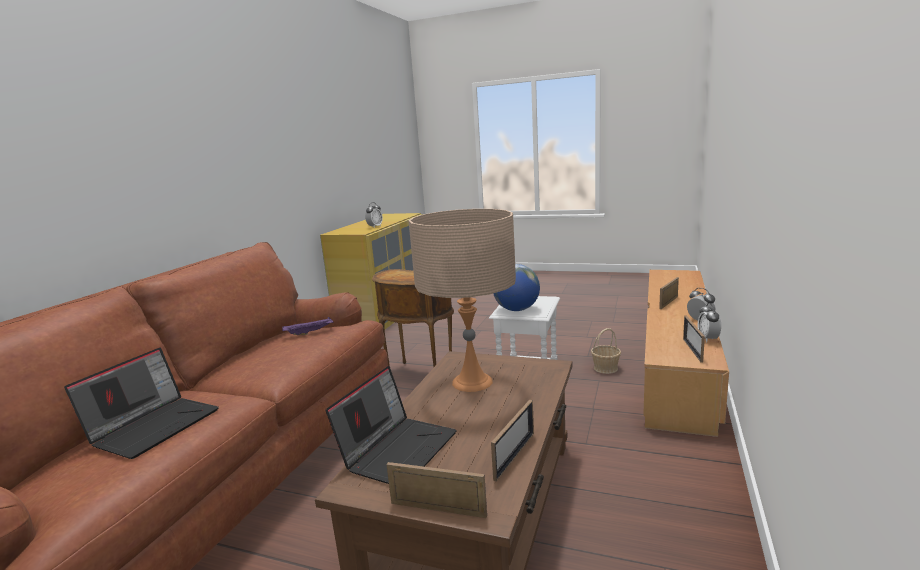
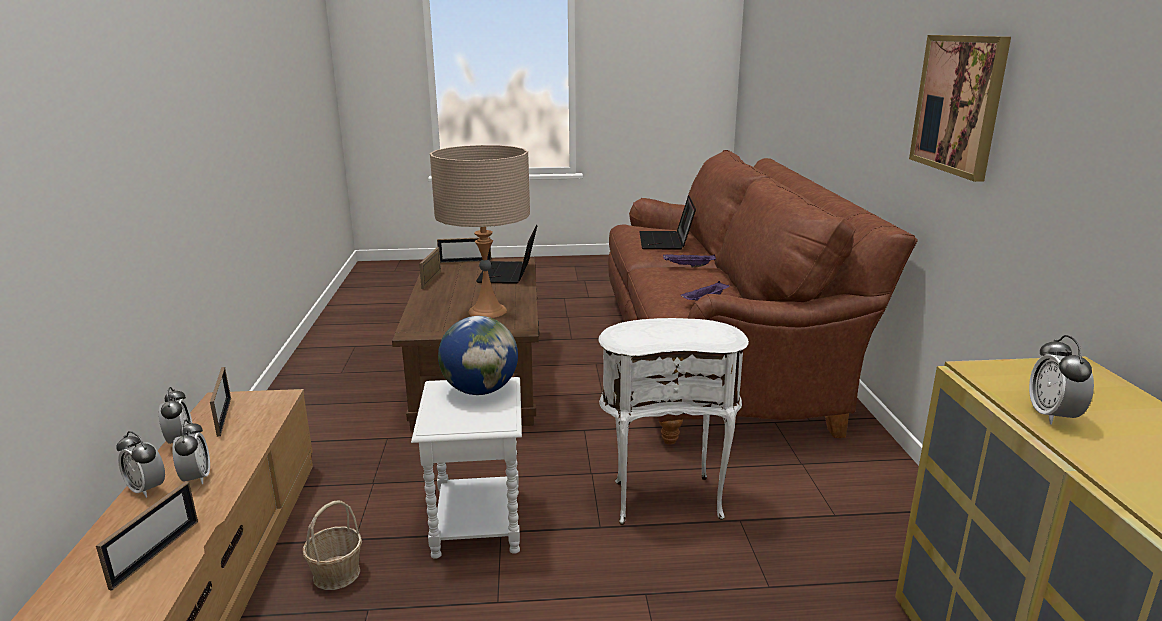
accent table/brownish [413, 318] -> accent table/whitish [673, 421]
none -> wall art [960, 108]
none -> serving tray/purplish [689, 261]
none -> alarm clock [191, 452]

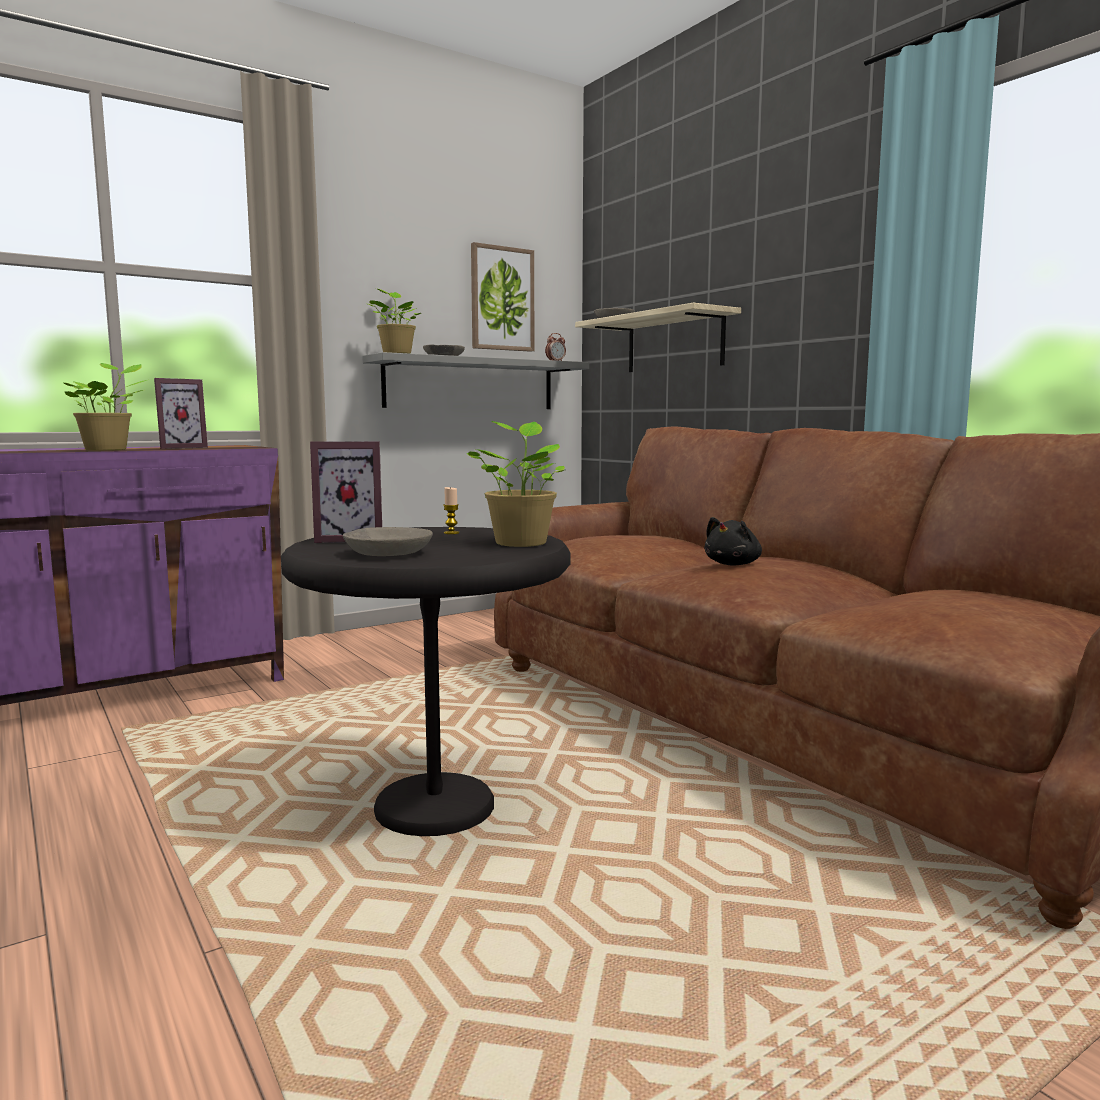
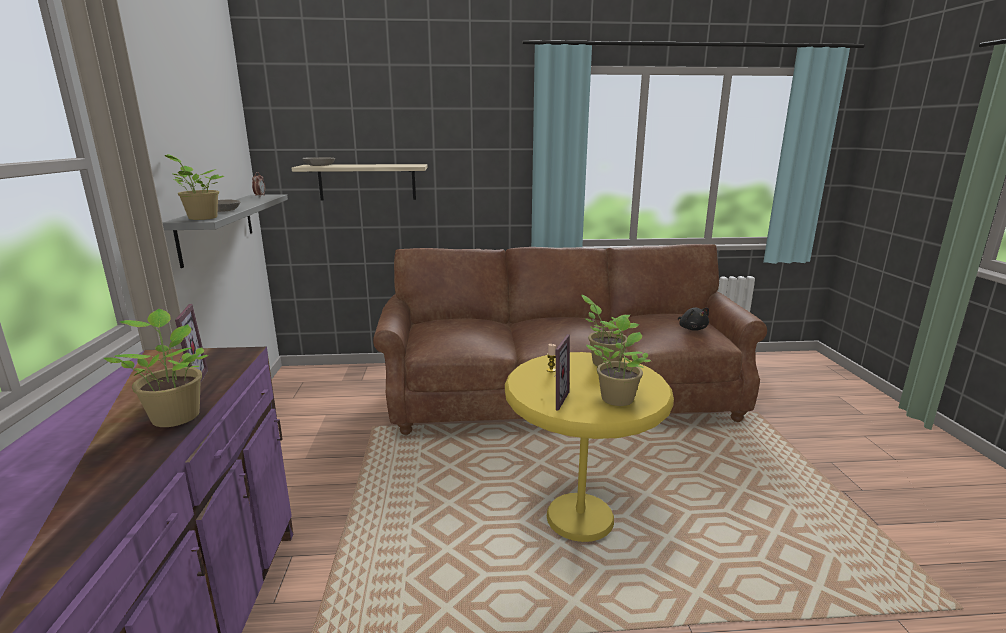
wall art [502, 297] -> none
cuddly toy/blackish [733, 541] -> cuddly toy/blackish [693, 319], moved
accent table/blackish [426, 681] -> accent table/yellowish [589, 447]
deep dish/greyish [388, 541] -> houseplant [618, 361]

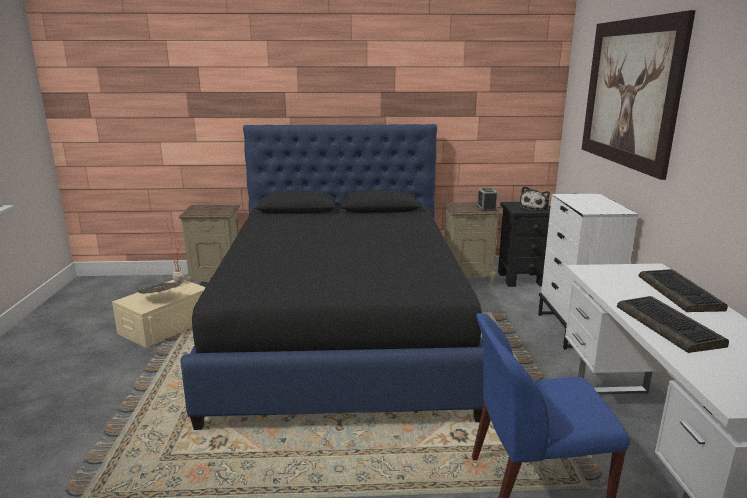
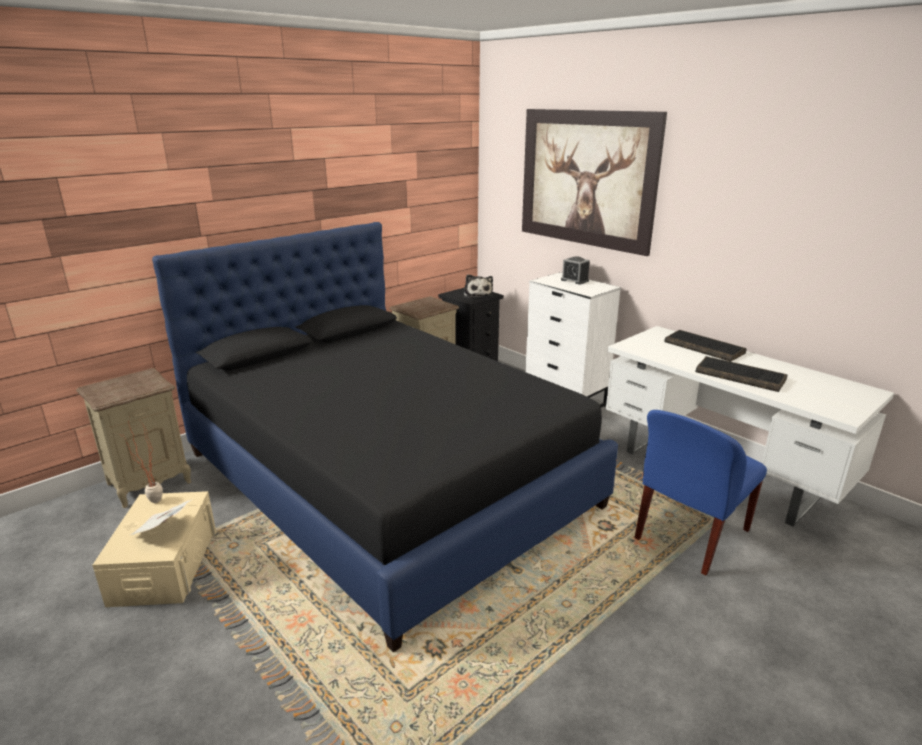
alarm clock [487, 199] -> alarm clock [575, 271], moved

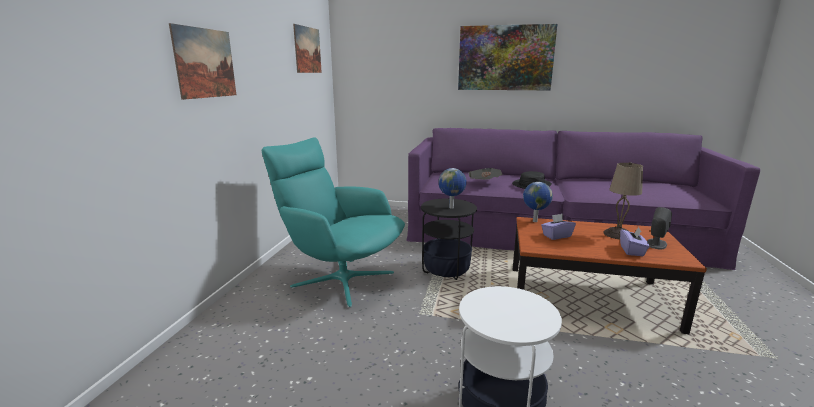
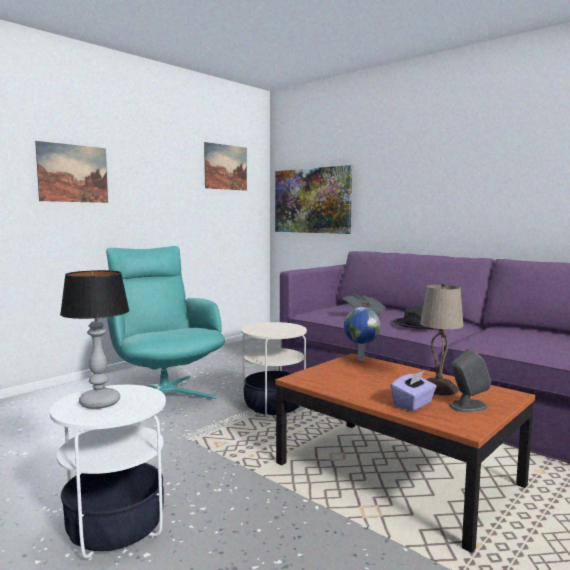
wall art [507, 57] -> wall art [313, 199], moved
globe [452, 188] -> none
accent table/blackish [449, 239] -> accent table/sand-coloured [274, 370]
tissue holder/purplish [558, 227] -> none
none -> table lamp [95, 339]

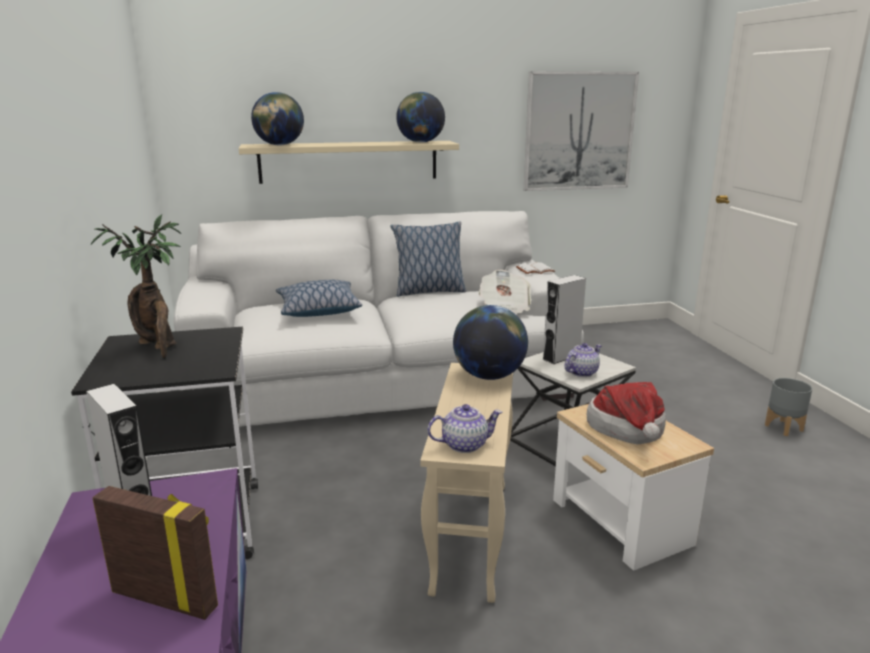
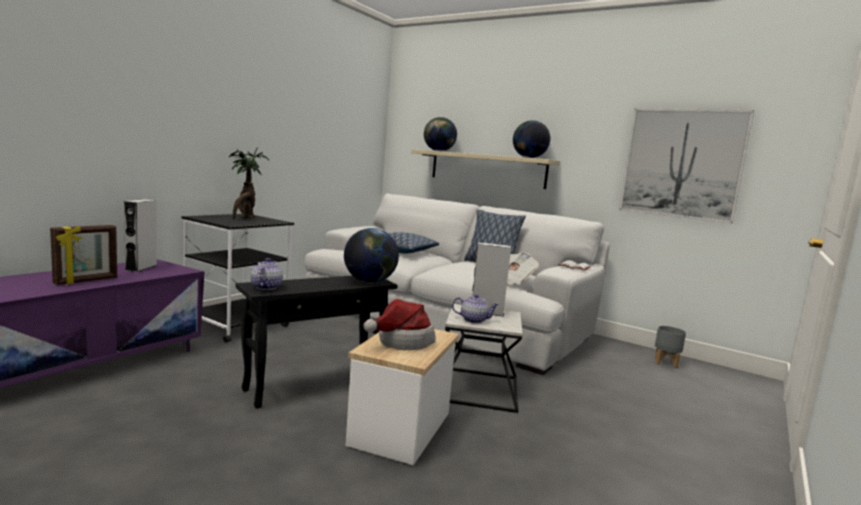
accent table/sand-coloured [466, 483] -> accent table/blackish [316, 342]
flower pot/greyish [789, 407] -> flower pot/greyish [670, 347], moved
tea pot [464, 428] -> tea pot [267, 274], 120 degrees counterclockwise
standing frame [155, 553] -> standing frame [83, 255], 60 degrees clockwise

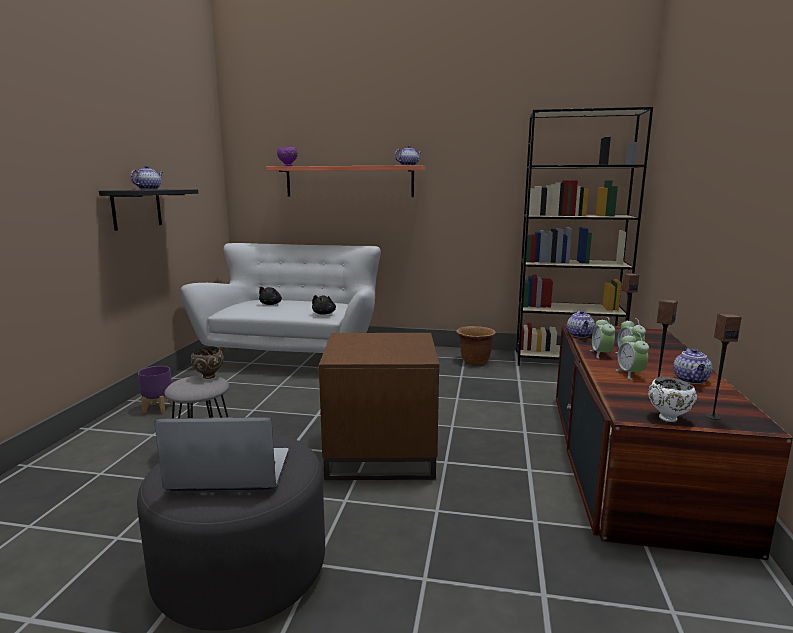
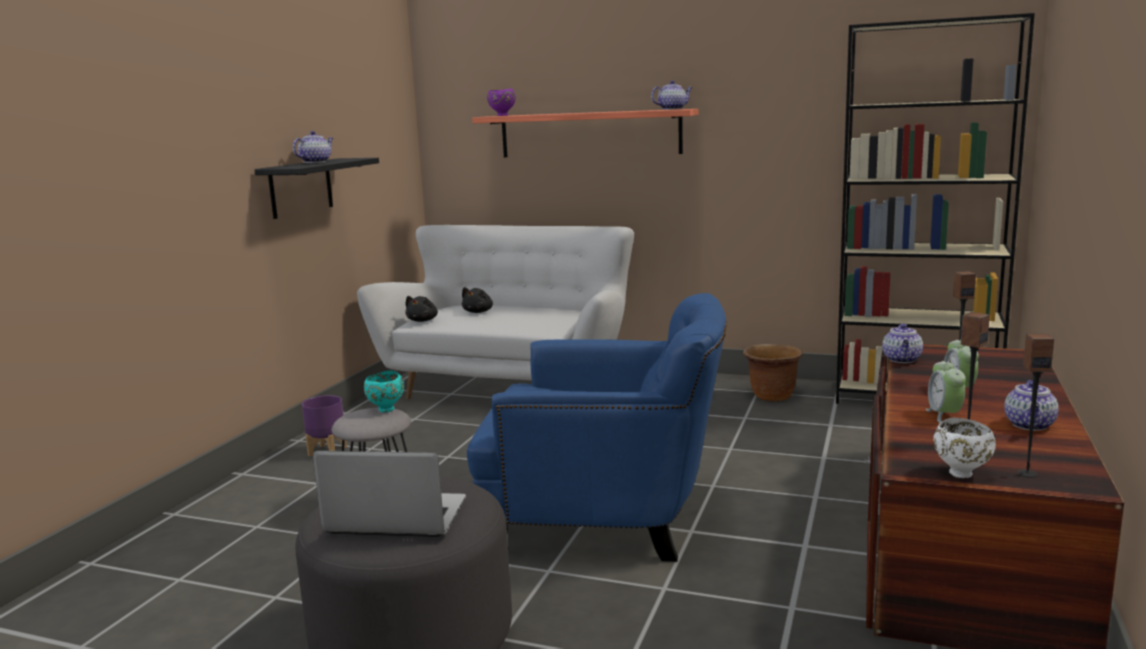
cuddly toy/blackish [324, 305] -> cuddly toy/blackish [422, 309], moved
alarm clock [602, 338] -> none
accent table/brownish [378, 406] -> lounge chair/bluish [597, 427]
deep dish/brownish [207, 362] -> deep dish/blue-green [384, 391]

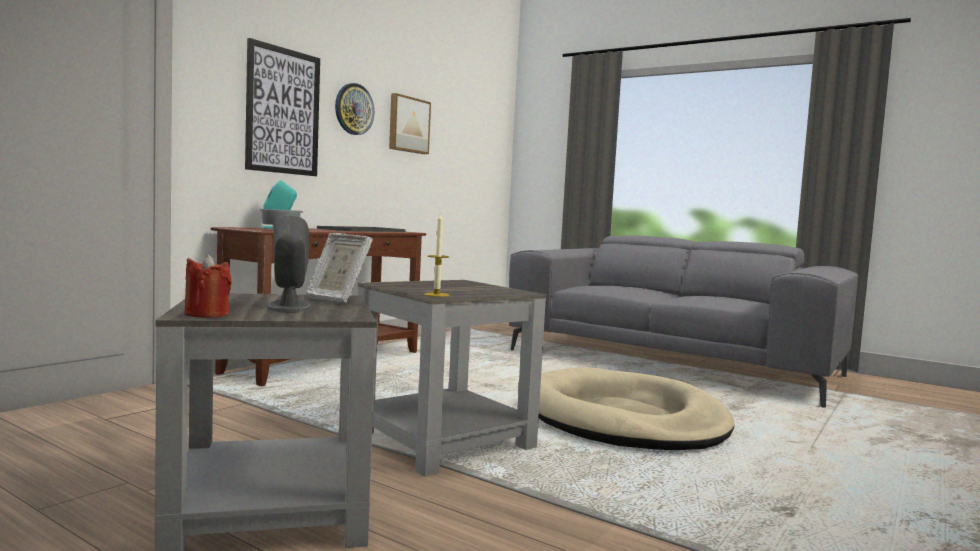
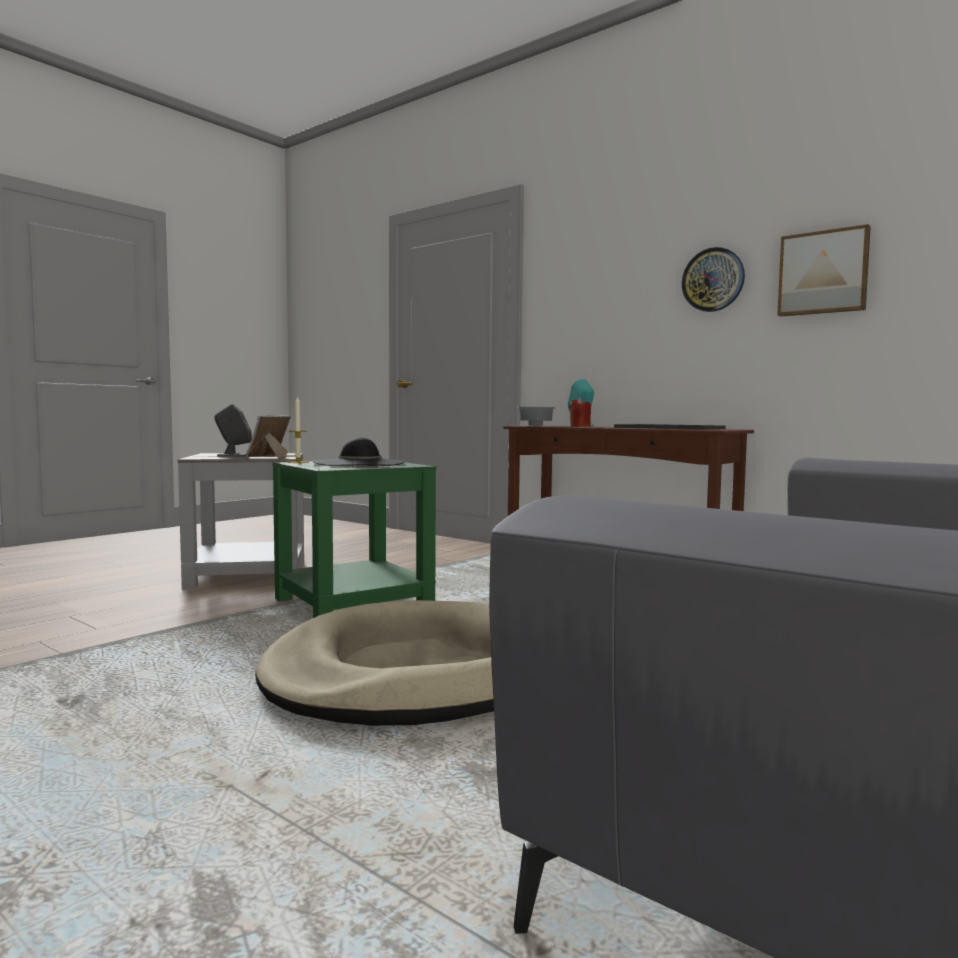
wall art [282, 107] -> none
wax light/red [208, 286] -> wax light/red [580, 412], moved
accent table/greyish [452, 378] -> accent table/greenish [354, 539]
none -> wearable hat/blackish [359, 451]

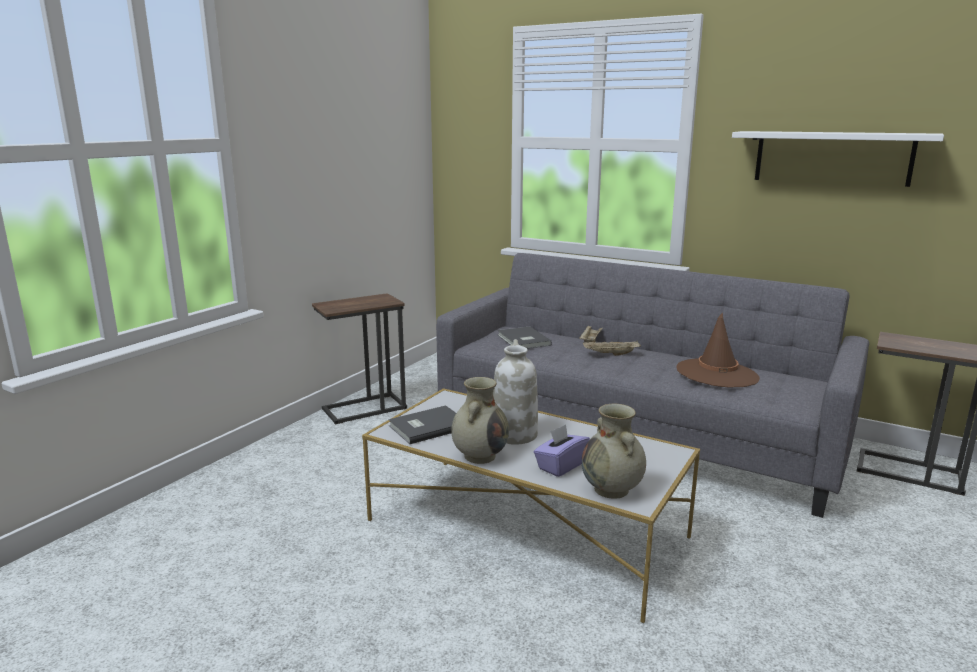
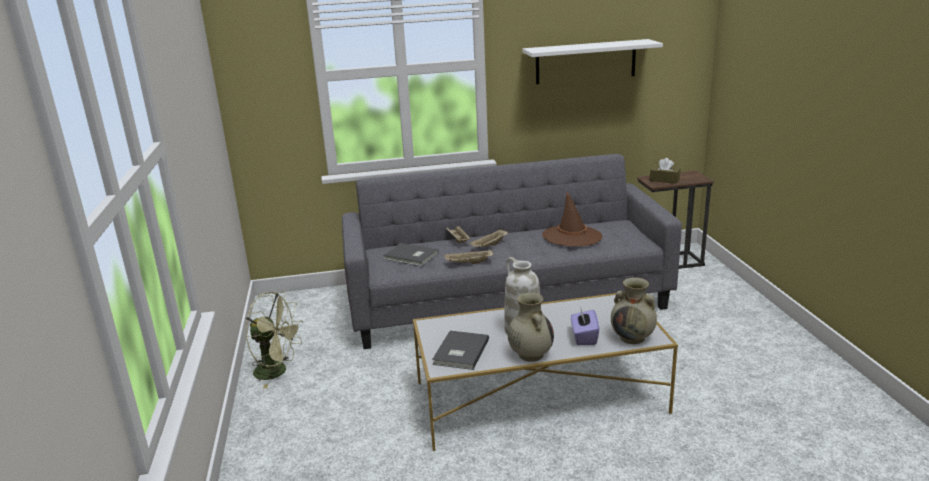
accent table/brownish [359, 359] -> cooling fan/greenish [274, 340]
none -> tissue holder/brownish [665, 171]
none -> serving tray/sand-coloured [469, 256]

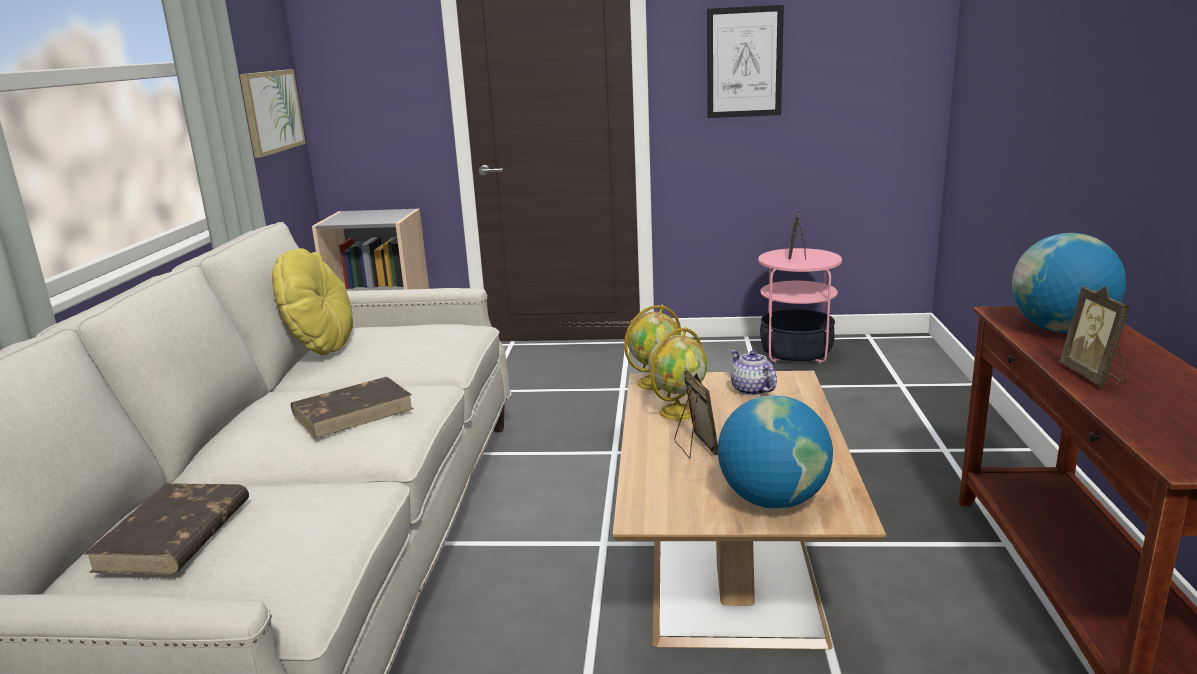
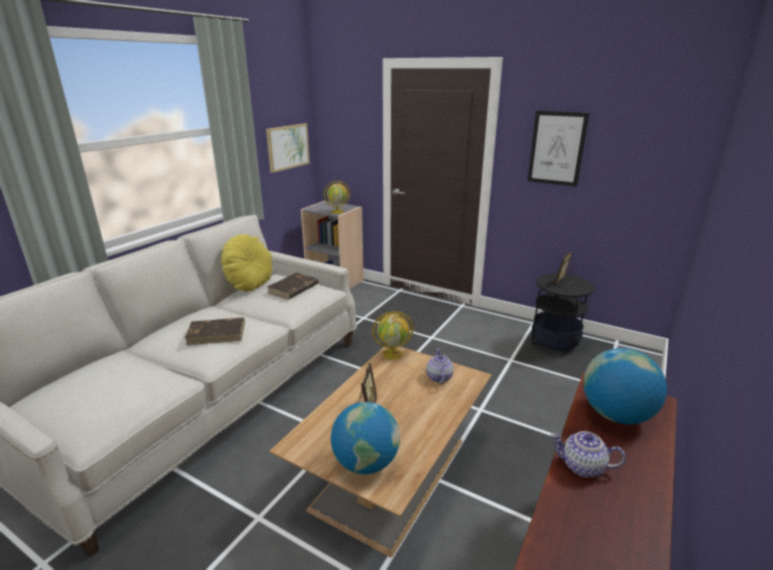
accent table/pink-coloured [800, 305] -> accent table/blackish [563, 313]
standing frame [1095, 336] -> tea pot [588, 454]
globe [677, 374] -> globe [337, 197], moved
bound book/brownish [166, 529] -> bound book/brownish [293, 286], moved

